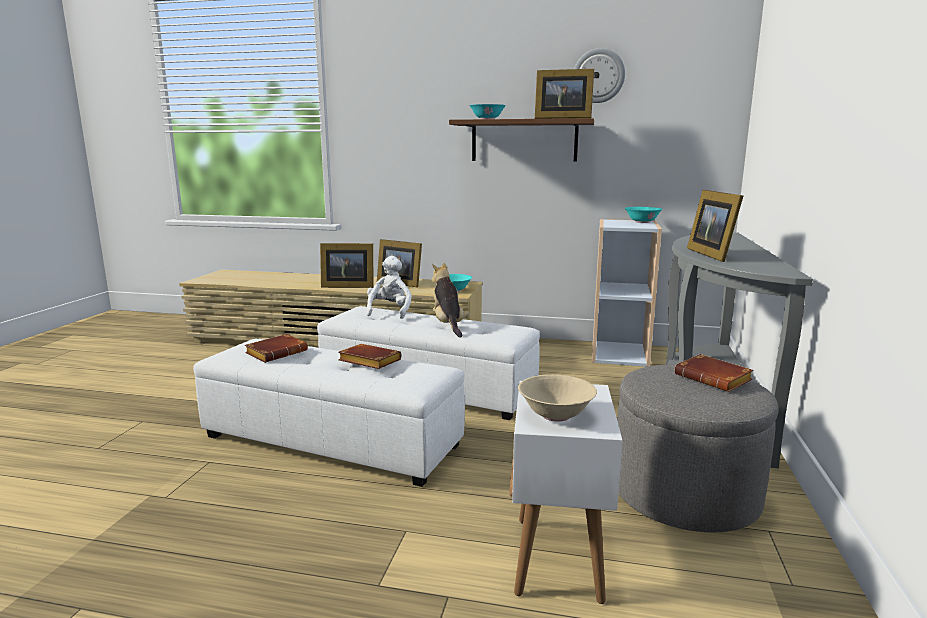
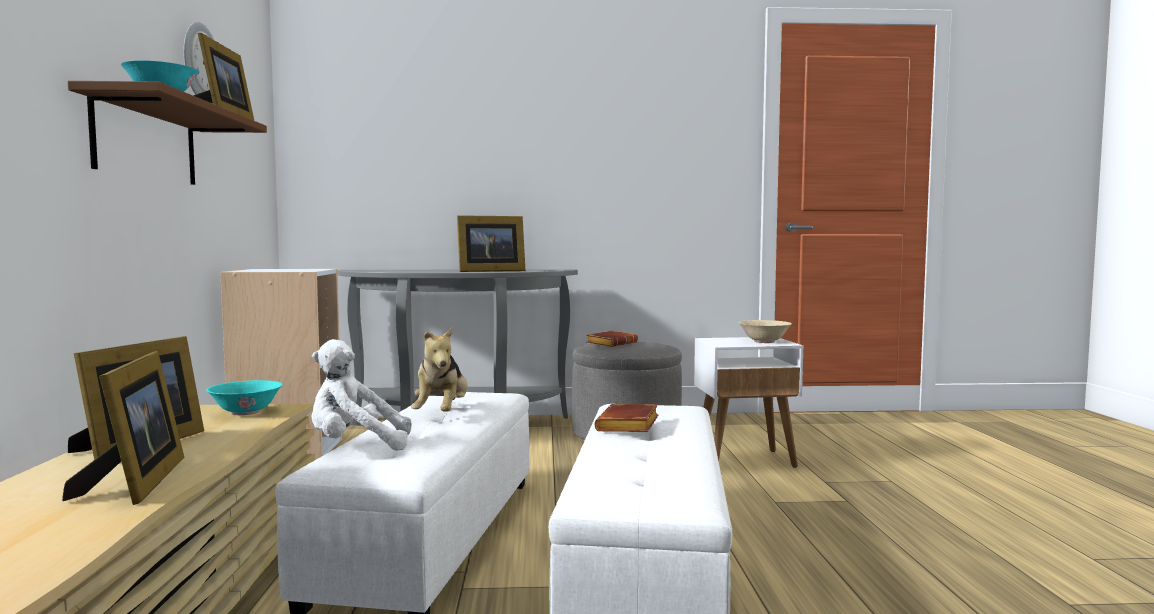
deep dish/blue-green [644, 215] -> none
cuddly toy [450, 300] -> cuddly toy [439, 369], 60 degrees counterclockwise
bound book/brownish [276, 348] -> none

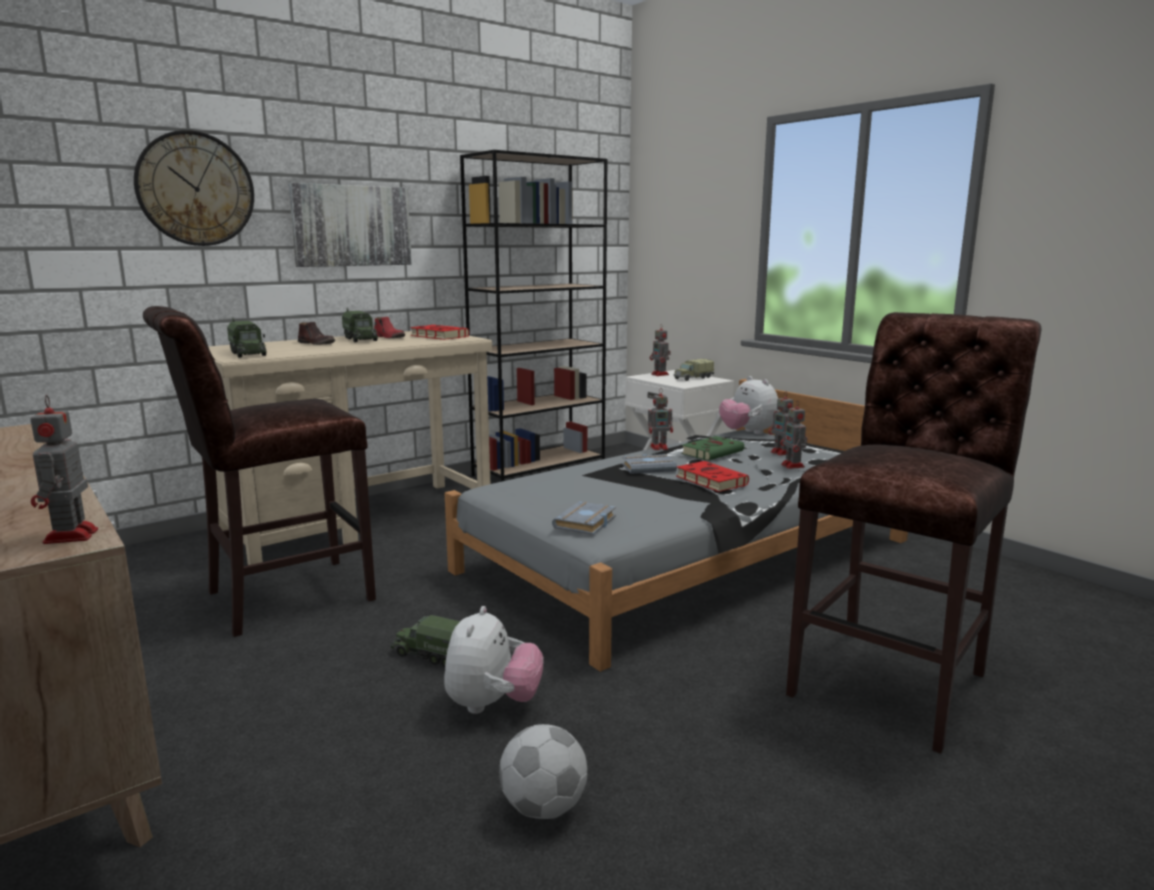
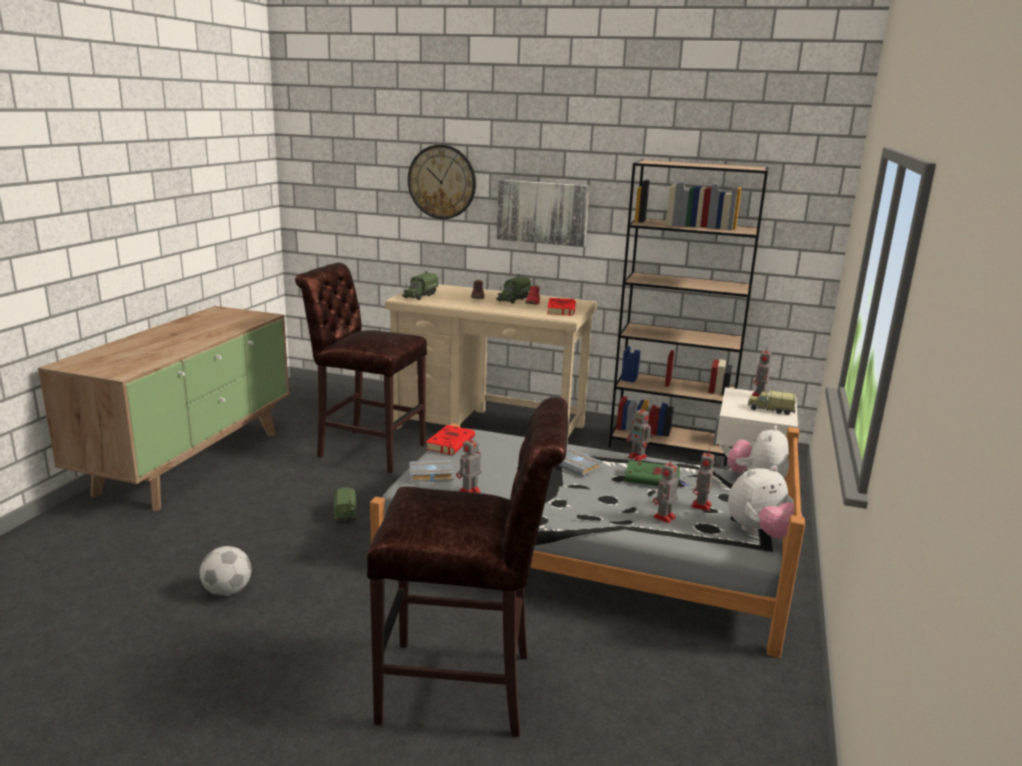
model robot [64, 469] -> model robot [469, 463], moved
bound book/red [712, 476] -> bound book/red [450, 440], moved
cuddly toy [494, 660] -> cuddly toy [765, 502], moved

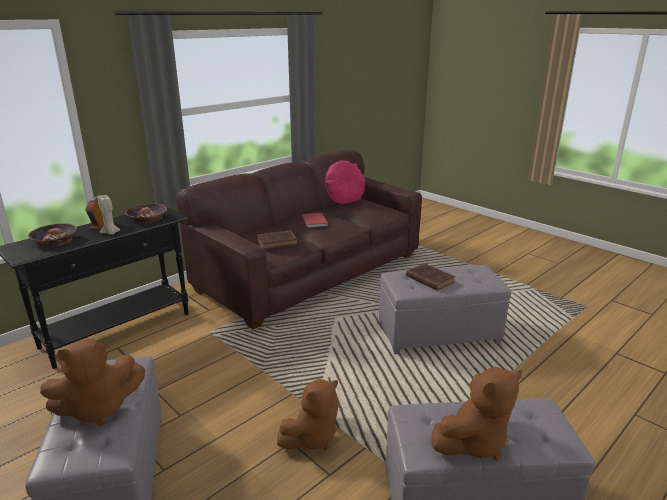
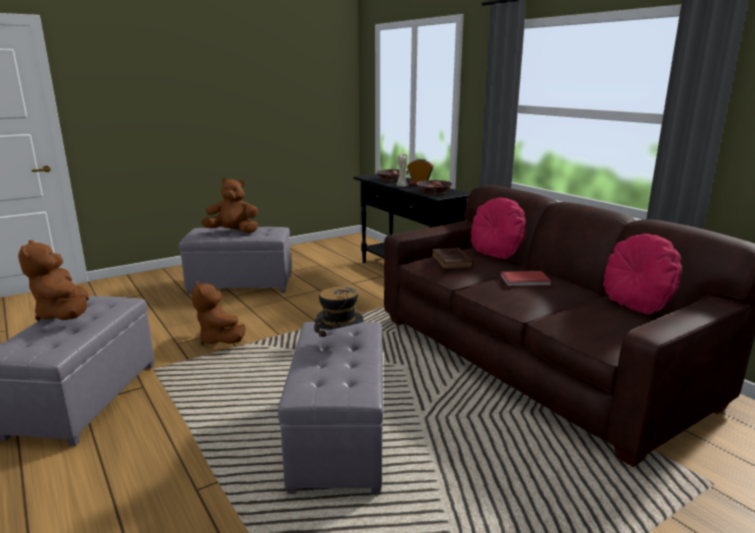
bound book/brownish [430, 276] -> wearable hat [339, 319]
cuddly toy/brownish [92, 382] -> cuddly toy/brownish [229, 205], 105 degrees clockwise
none -> pillow/pink-coloured [498, 228]

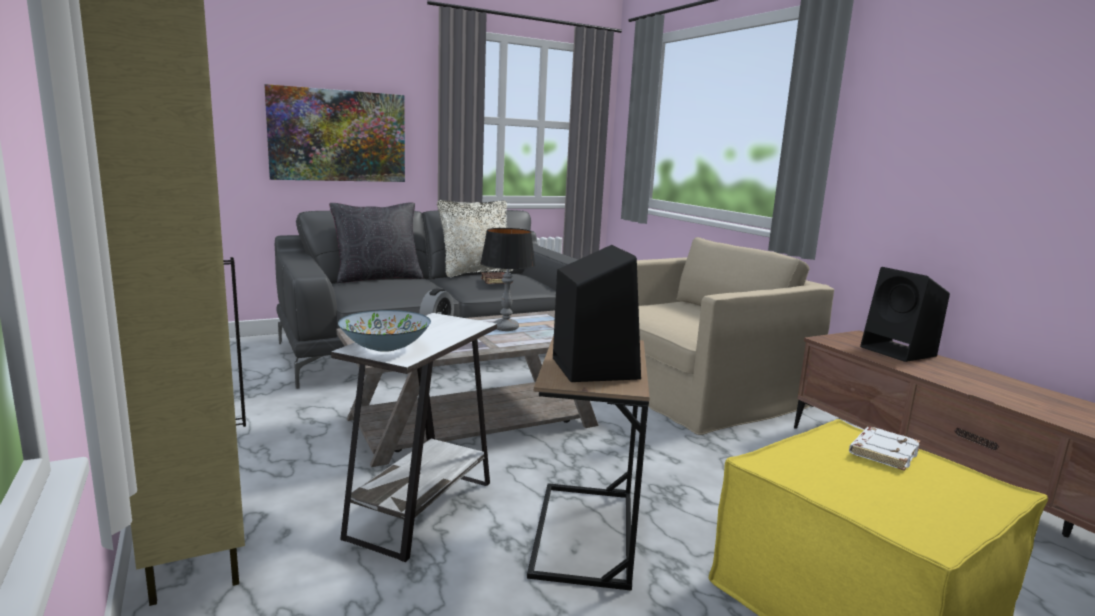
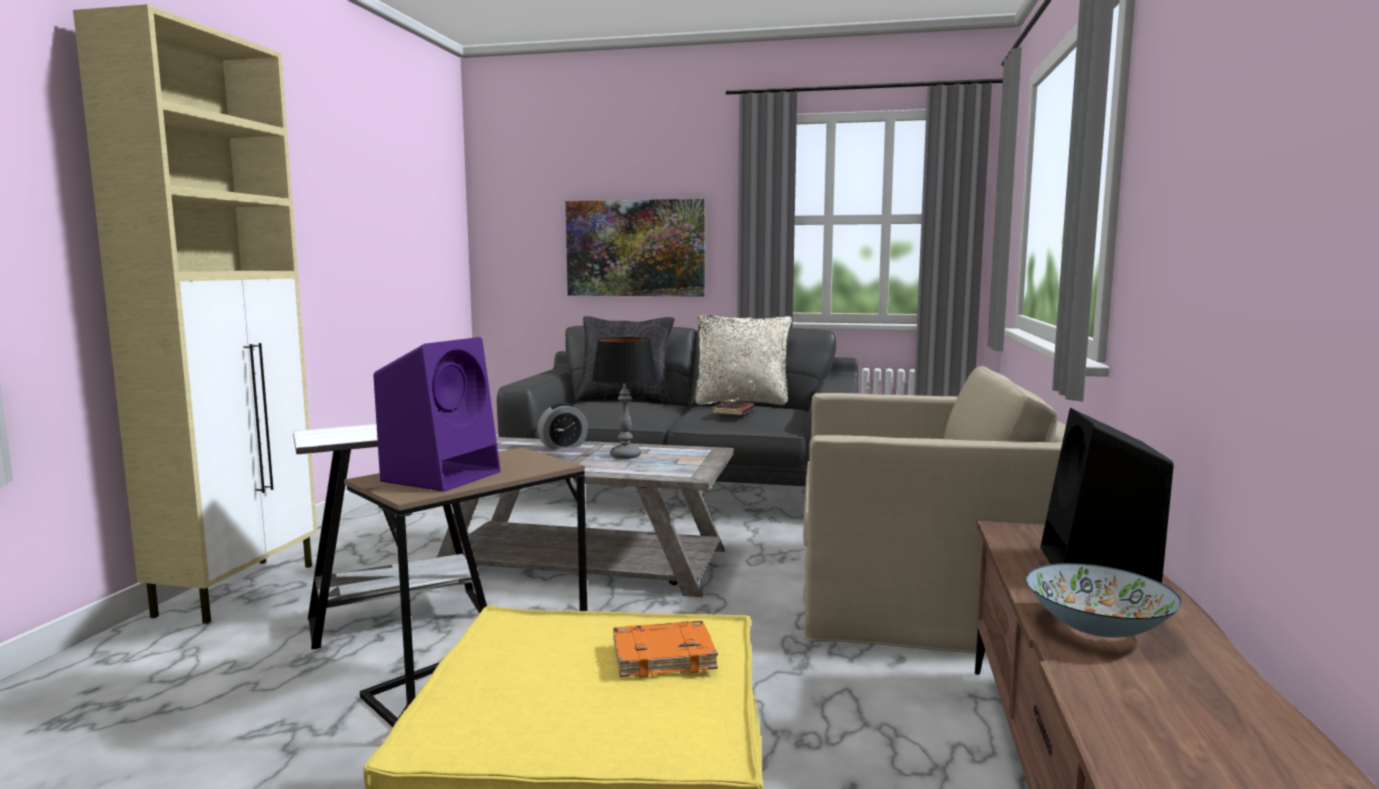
audio speaker/blackish [597, 313] -> audio speaker/purplish [437, 414]
deep dish [384, 331] -> deep dish [1104, 600], moved
bound book/whitish [885, 449] -> bound book/orange [665, 649]

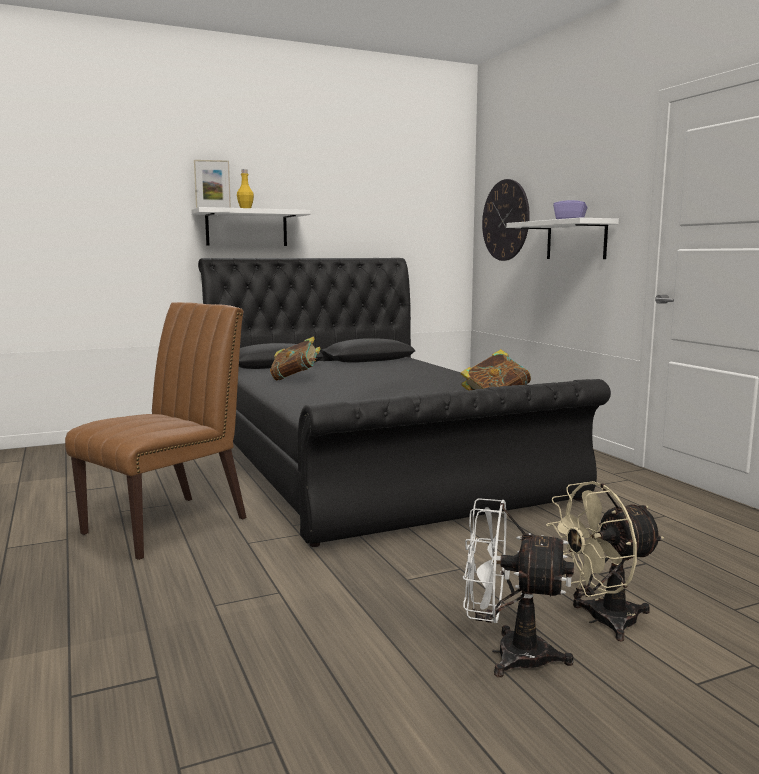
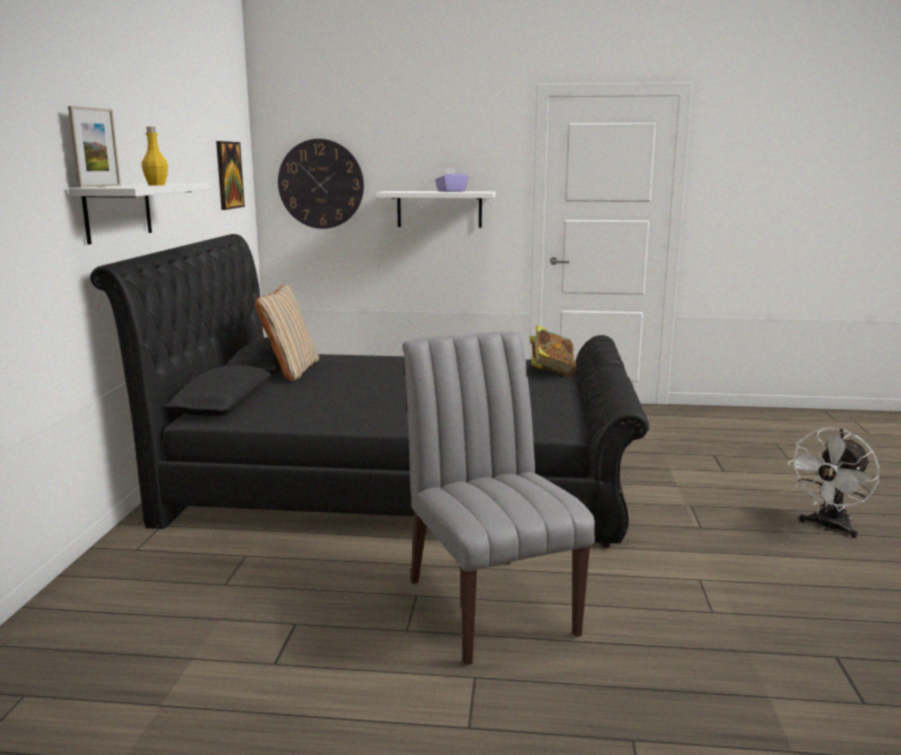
plain chair/brownish [156, 431] -> plain chair/greyish [499, 498]
bound book [295, 359] -> none
cooling fan/sand-coloured [605, 561] -> none
none -> wall art [230, 175]
none -> pillow/sand-coloured [287, 333]

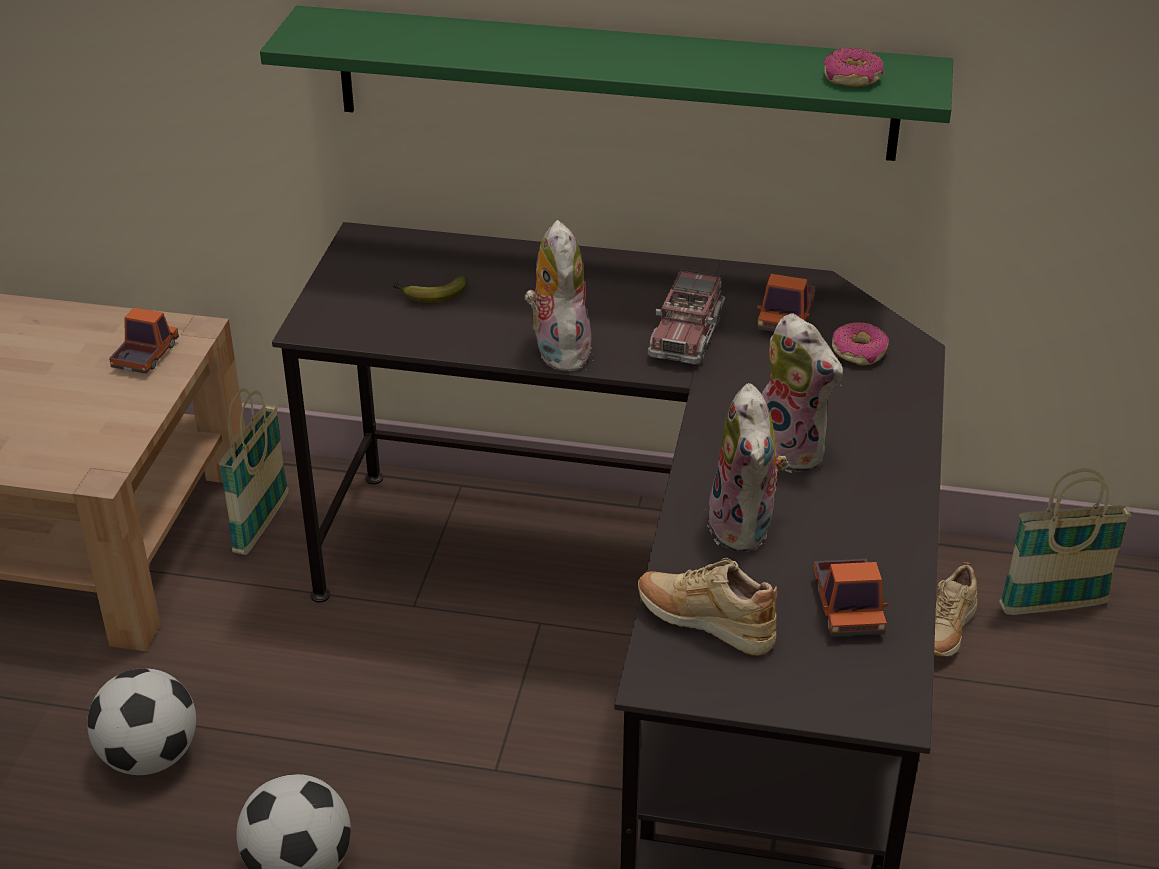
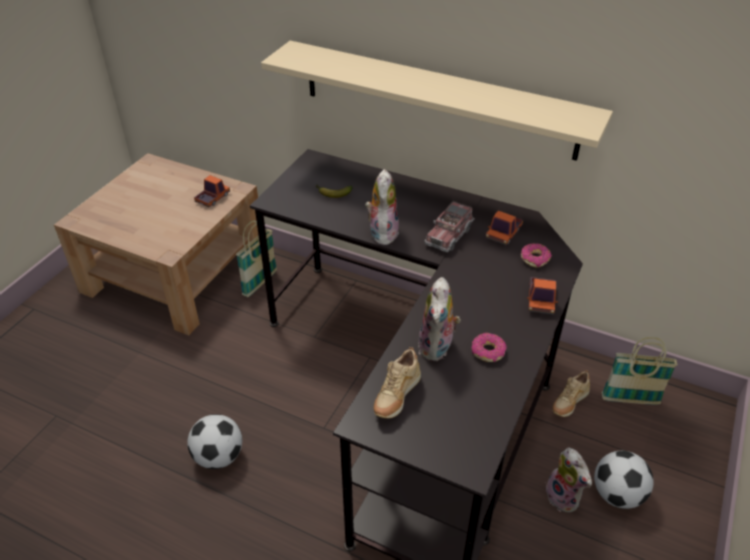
bracket shelf/greenish [606, 83] -> bracket shelf/sand-coloured [437, 101]
donut [853, 67] -> donut [489, 347], moved
cuddly toy [802, 393] -> cuddly toy [569, 480], moved
shoe/sand-coloured [708, 607] -> shoe/sand-coloured [397, 383], 105 degrees counterclockwise
toy lorry [850, 598] -> toy lorry [542, 296], moved
football [141, 721] -> football [624, 480], moved

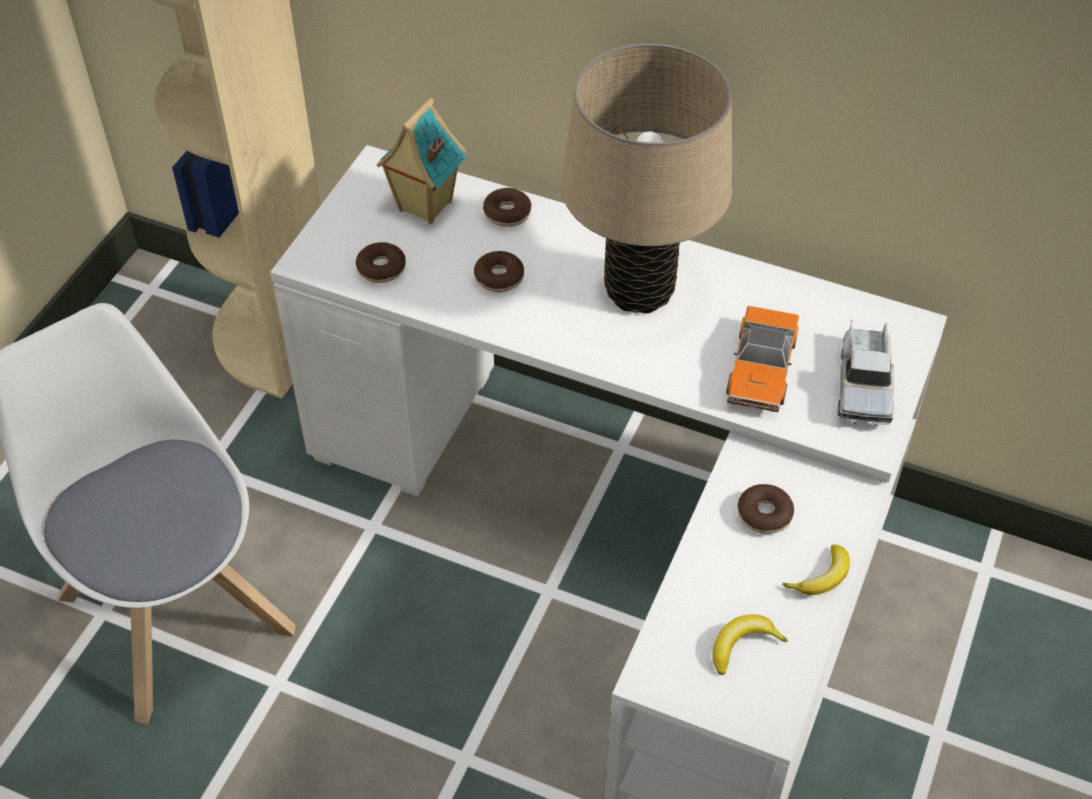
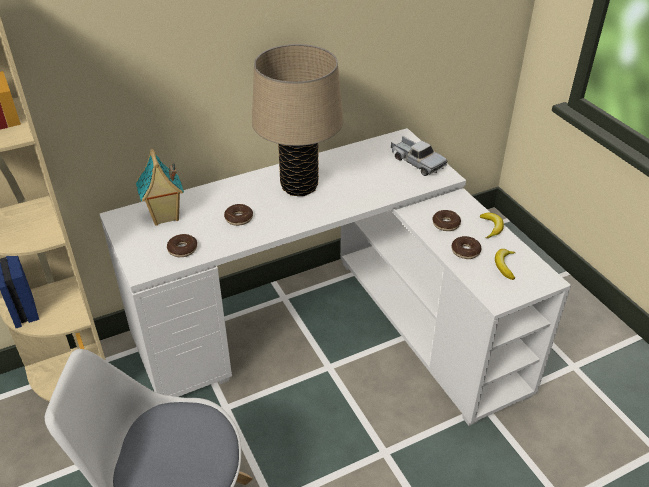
donut [507, 207] -> donut [466, 247], moved
toy car [762, 359] -> none

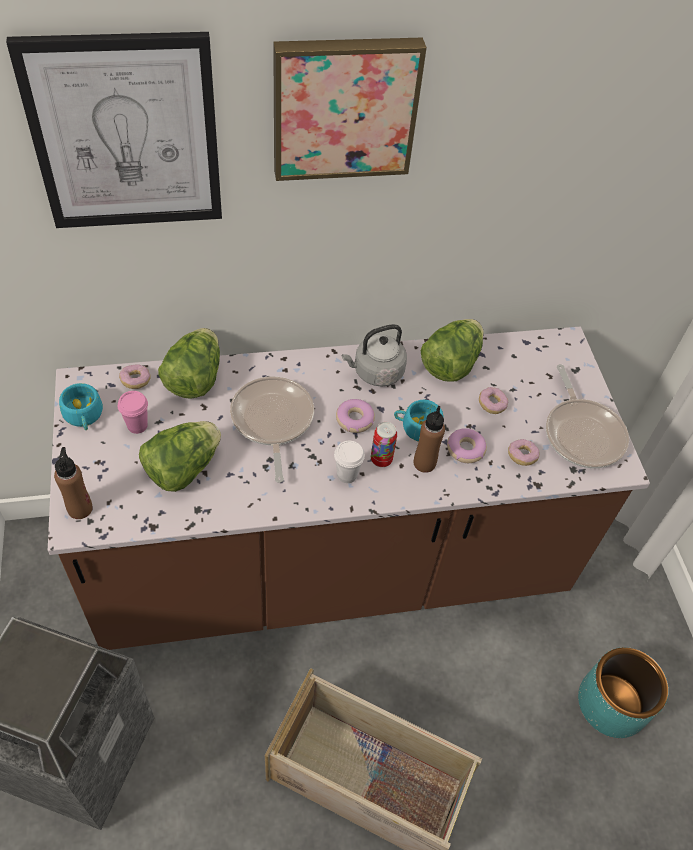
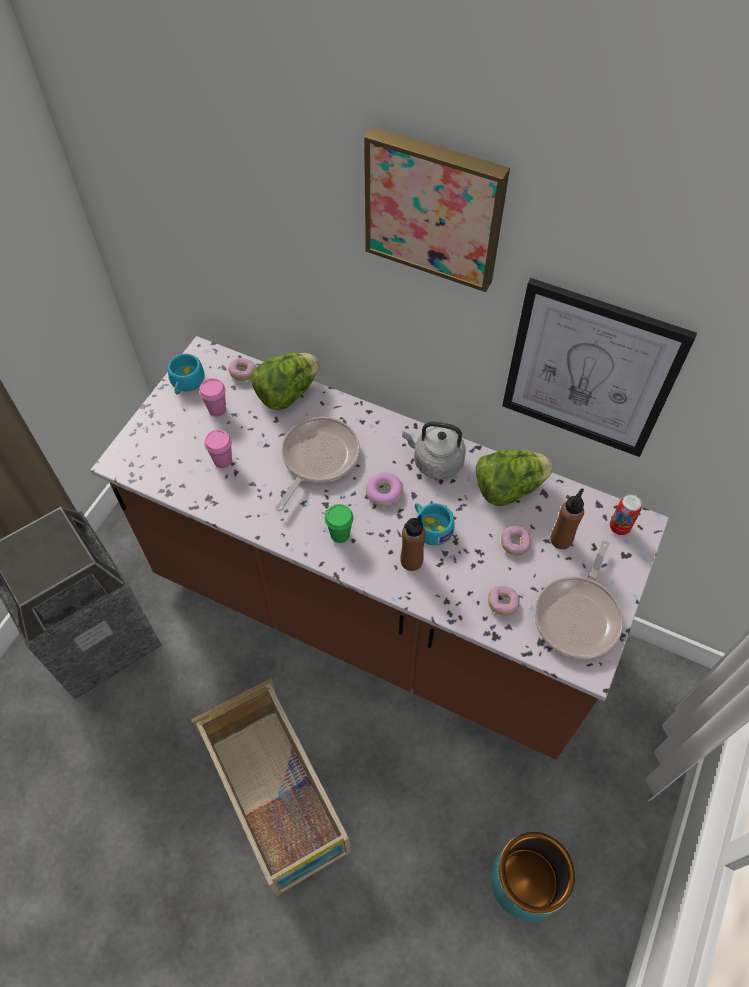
wall art [114, 130] -> wall art [599, 367], moved
head of lettuce [180, 456] -> drinking cup/pink-coloured [218, 449]
metal can [384, 444] -> metal can [626, 514], moved
donut [467, 445] -> none
drinking cup/whitish [349, 462] -> drinking cup/greenish [339, 523]
drink bottle/brownish [73, 483] -> drink bottle/brownish [567, 518], moved

